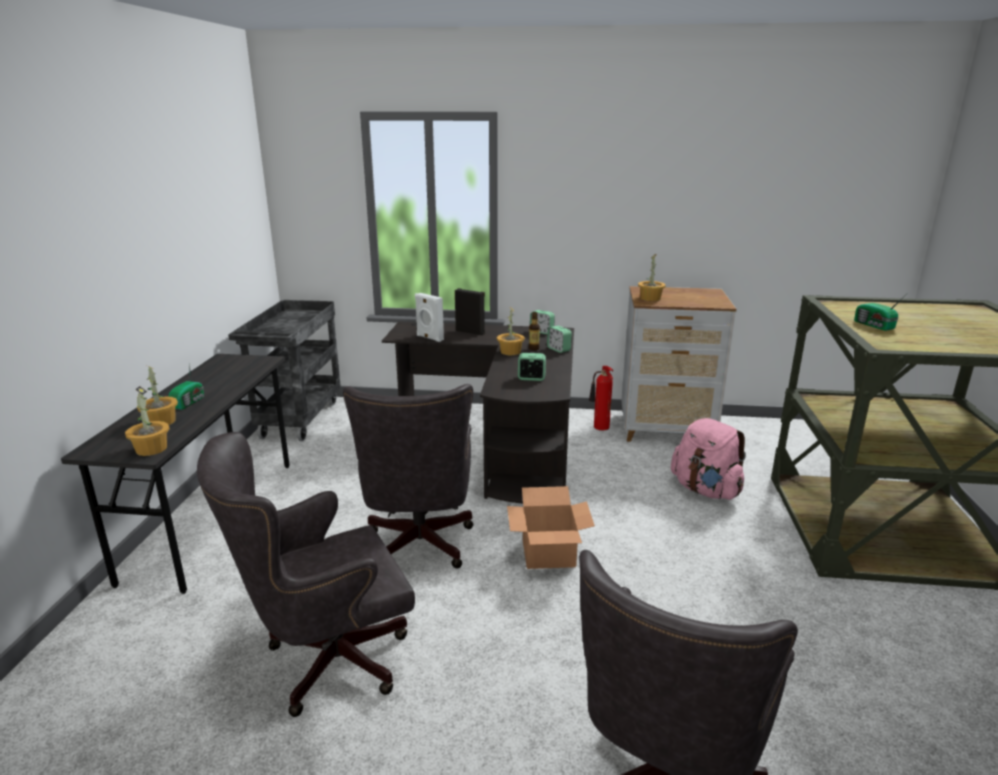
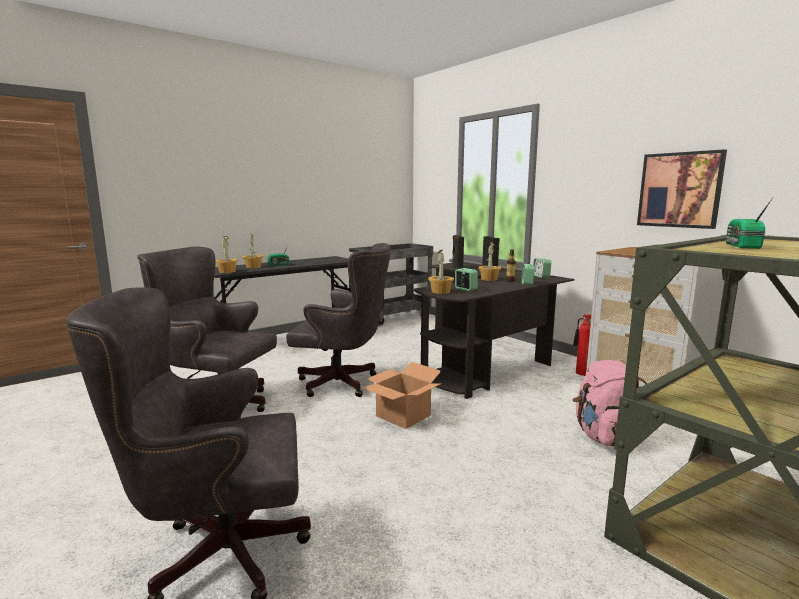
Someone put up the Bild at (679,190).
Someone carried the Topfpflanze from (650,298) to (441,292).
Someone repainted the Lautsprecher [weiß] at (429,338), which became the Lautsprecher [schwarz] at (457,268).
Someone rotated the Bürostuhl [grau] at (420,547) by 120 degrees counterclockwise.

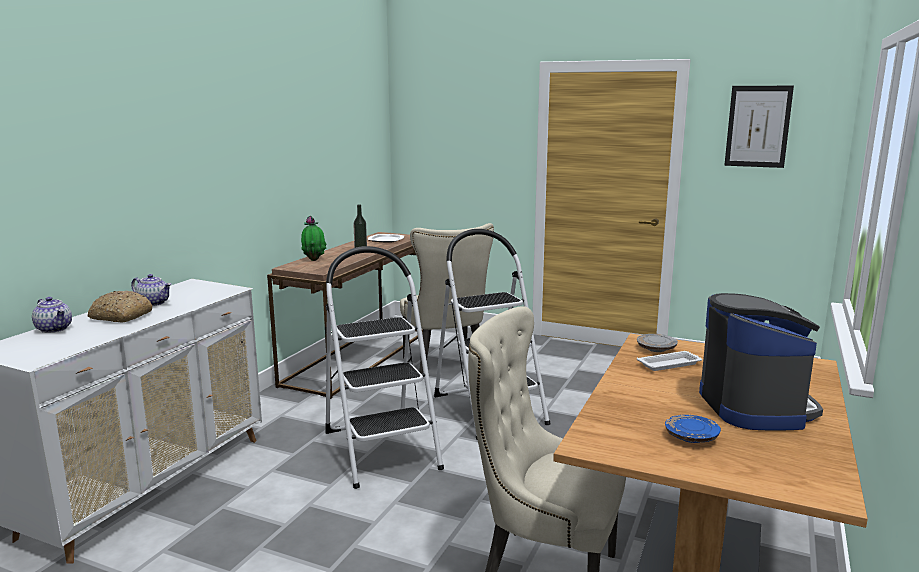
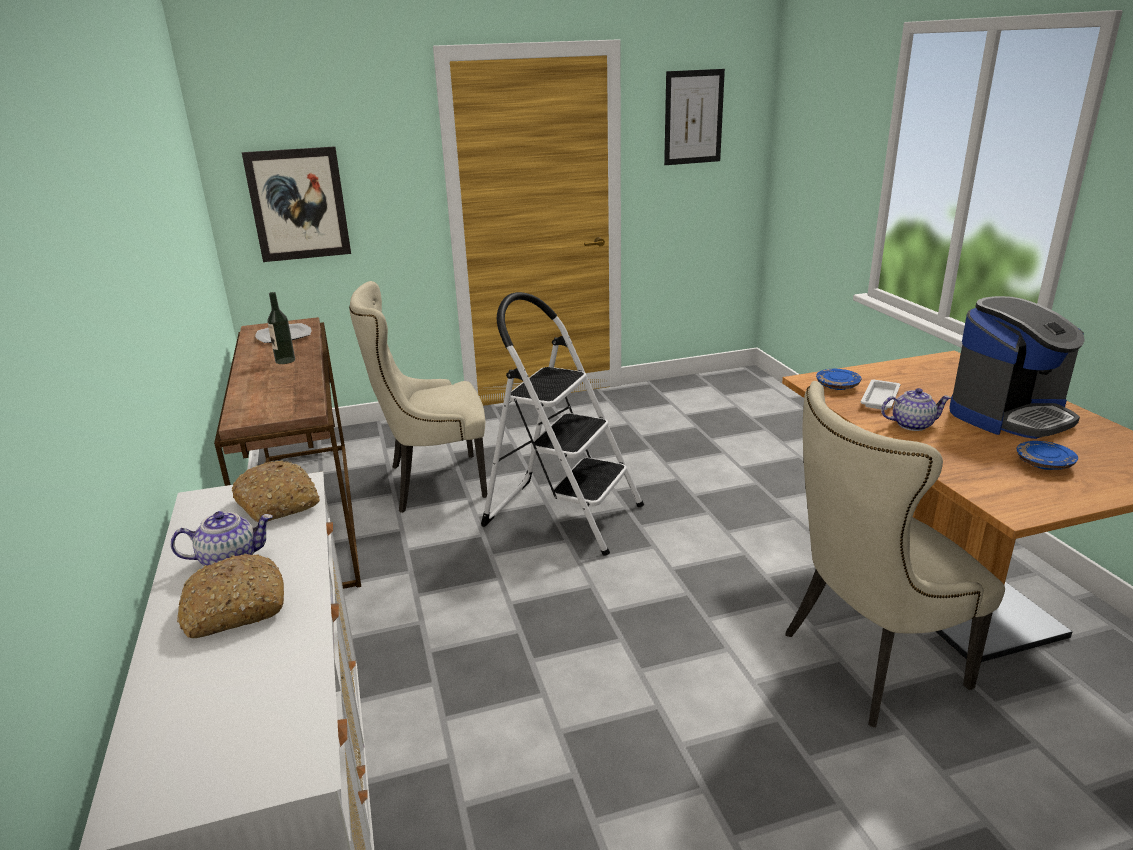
Someone took away the Topfpflanze at (314,260).
Someone took away the Trittleiter at (381,448).
Someone put down the Brot at (279,503).
Someone put up the Bild at (298,204).
Someone carried the Teekanne from (55,329) to (912,424).
Someone repainted the Teller [grau] at (656,349), which became the Teller [blau] at (837,386).
Someone rotated the Stuhl [beige] at (445,366) by 135 degrees clockwise.
Someone rotated the Kaffeemaschine at (755,406) by 105 degrees clockwise.

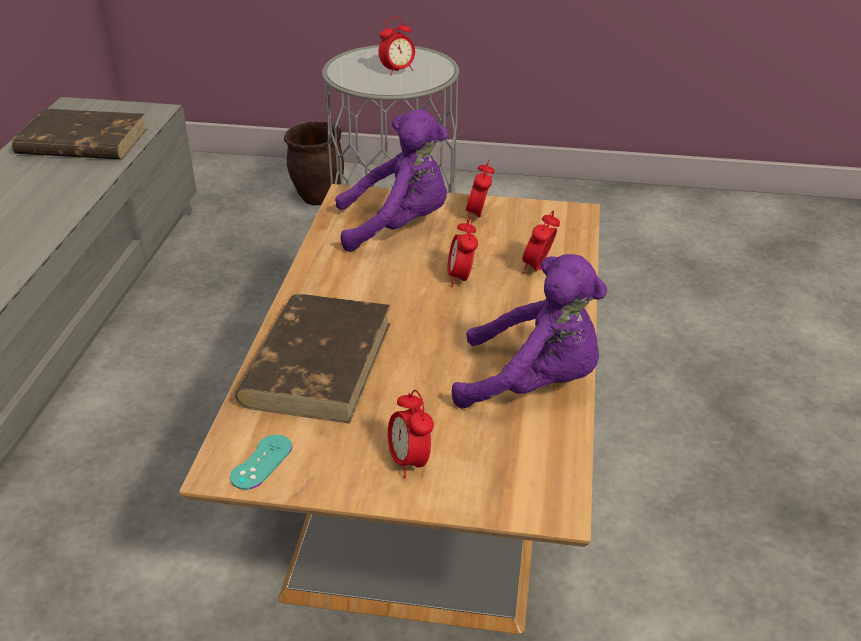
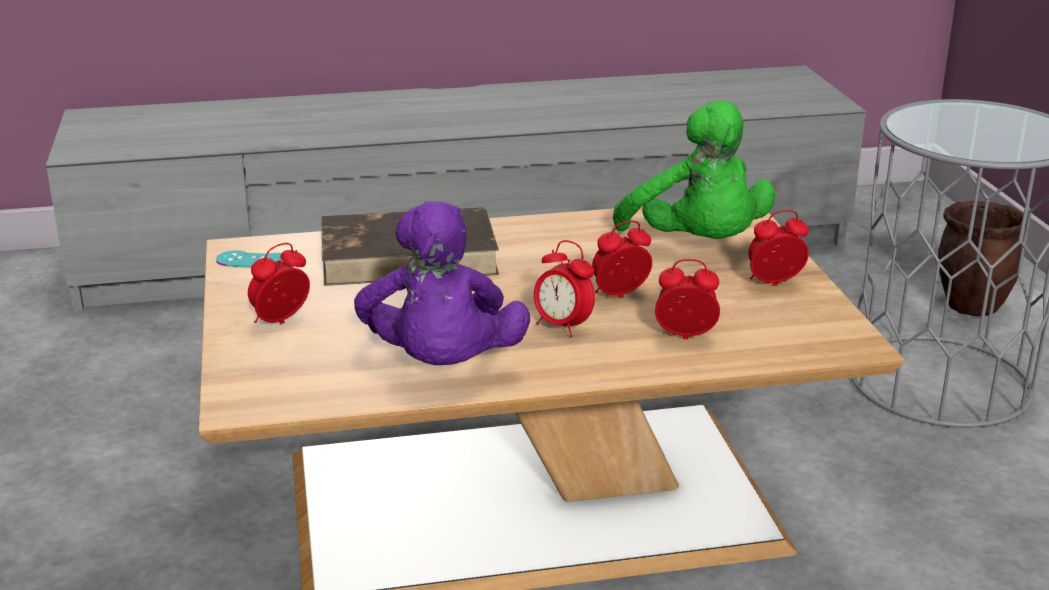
Someone took away the Buch [braun] at (81,142).
Someone carried the Wecker from (397,71) to (562,327).
Someone repainted the Plüschtier [lila] at (398,226), which became the Plüschtier [grün] at (697,245).

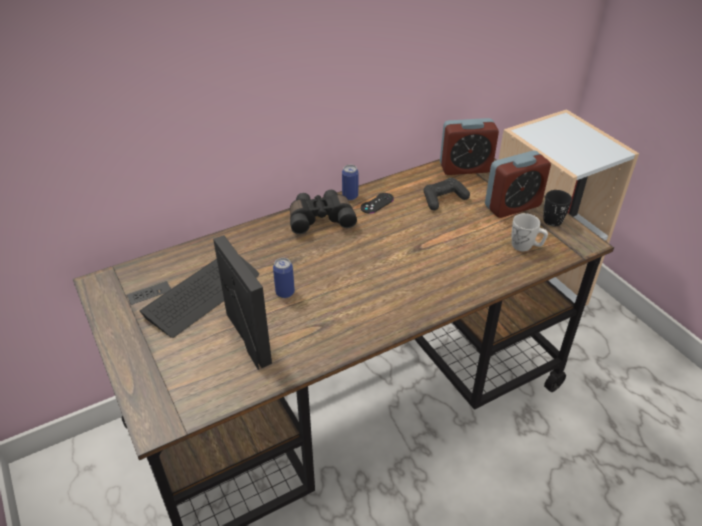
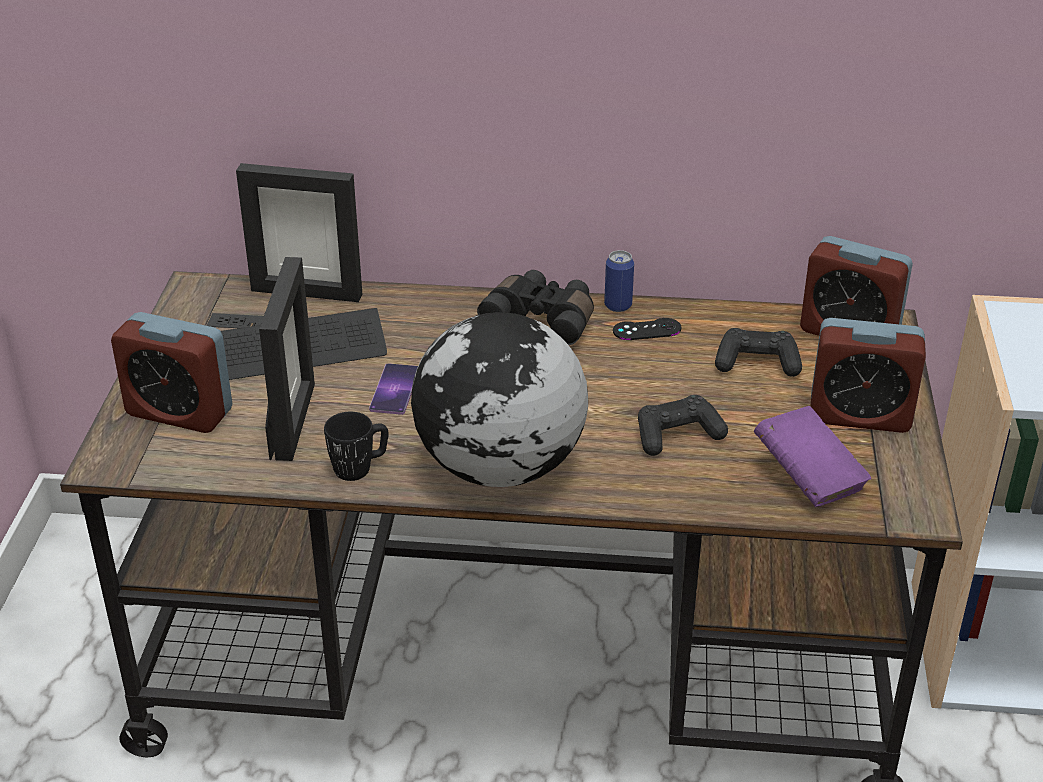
Someone put down the Wecker at (179,412).
Someone put down the Bilderrahmen at (307,291).
Someone put down the Globus at (499,468).
Someone put down the Gamepad [schwarz] at (677,435).
Someone carried the Henkelbecher [schwarz] from (553,218) to (359,467).
Someone swapped the Dose at (285,292) for the Handy at (394,389).
Someone swapped the Henkelbecher [weiß] at (526,246) for the Buch [lila] at (808,478).

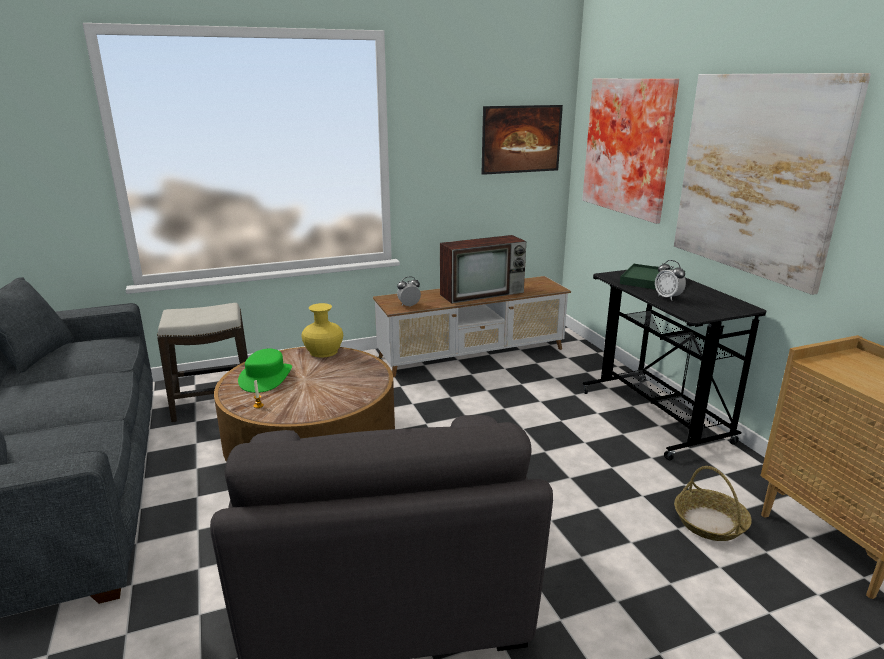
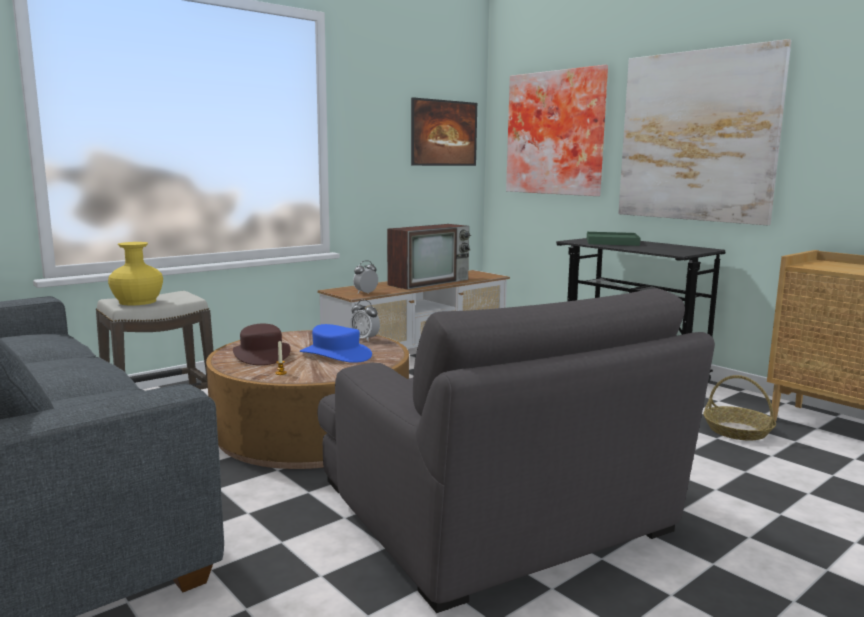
Someone put down the Hut [blau] at (336,354).
Someone carried the Vase [gelb] from (323,351) to (137,301).
Someone carried the Wecker from (668,297) to (365,339).
Someone repainted the Hut [grün] at (265,377), which became the Hut [braun] at (261,355).

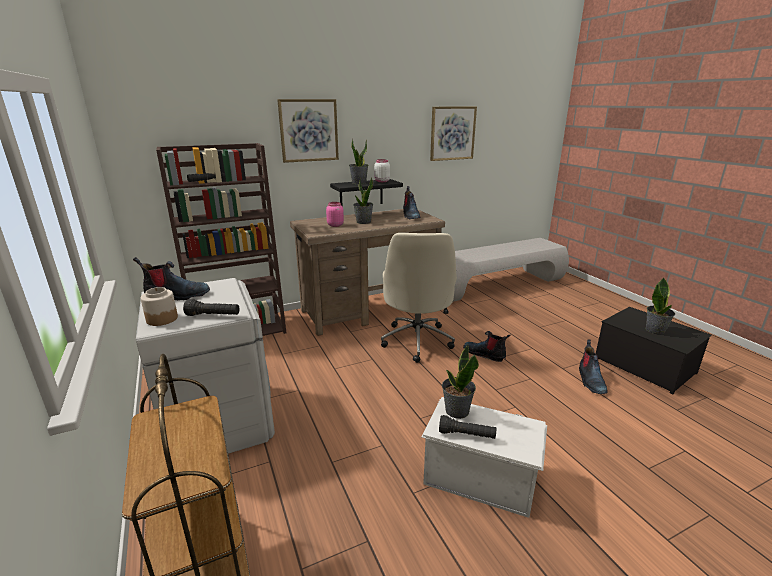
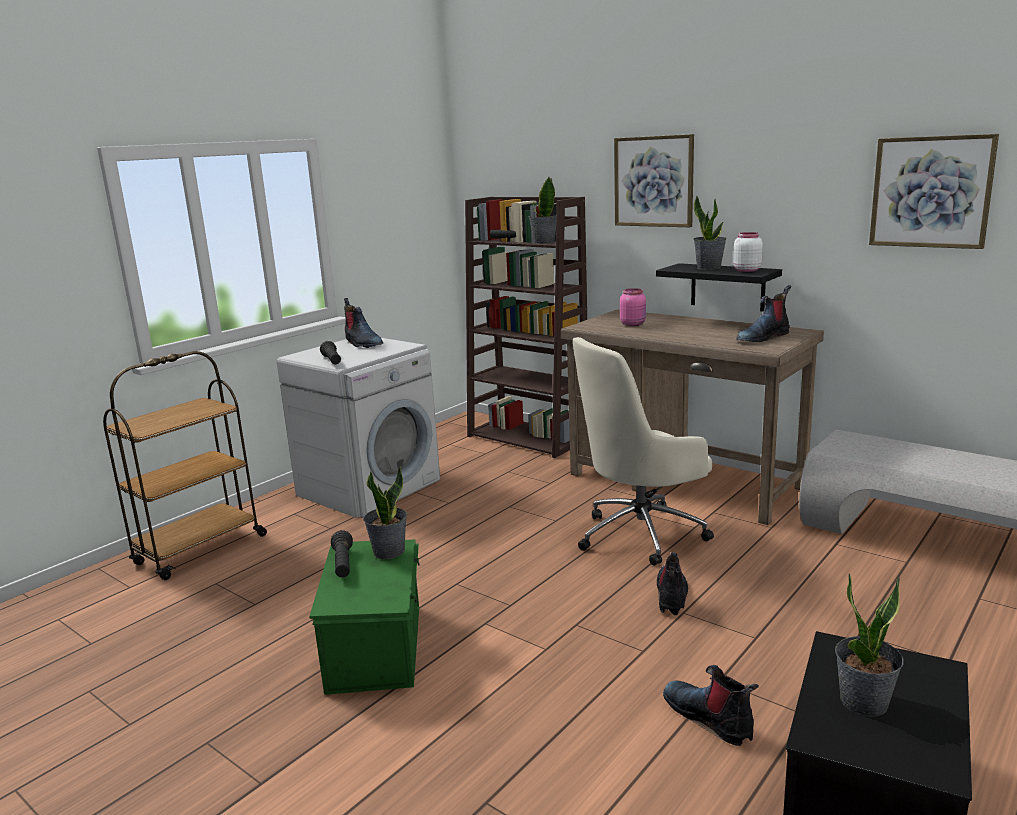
Someone took away the Vorratsglas at (162,319).
Someone carried the Topfpflanze from (363,222) to (543,242).
Someone repainted the Aufbewahrungsbox [weiß] at (479,475), which became the Aufbewahrungsbox [grün] at (377,647).
Someone rotated the Stiefel at (590,380) by 75 degrees clockwise.

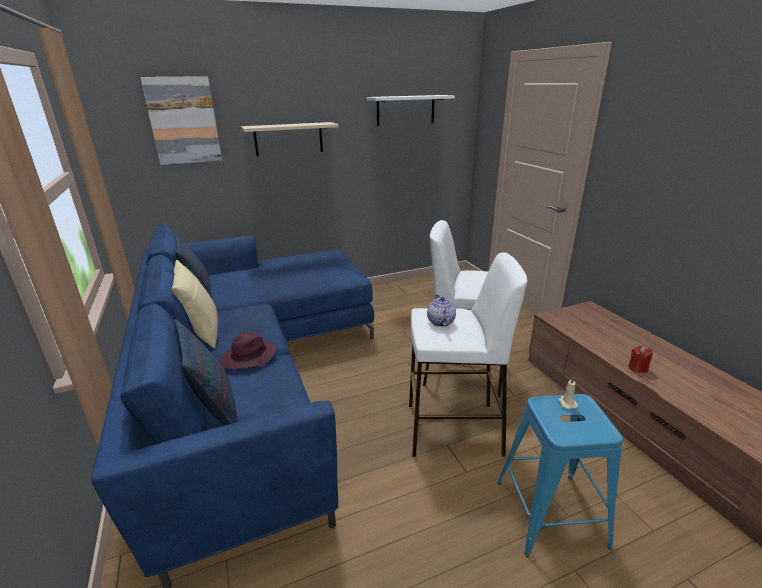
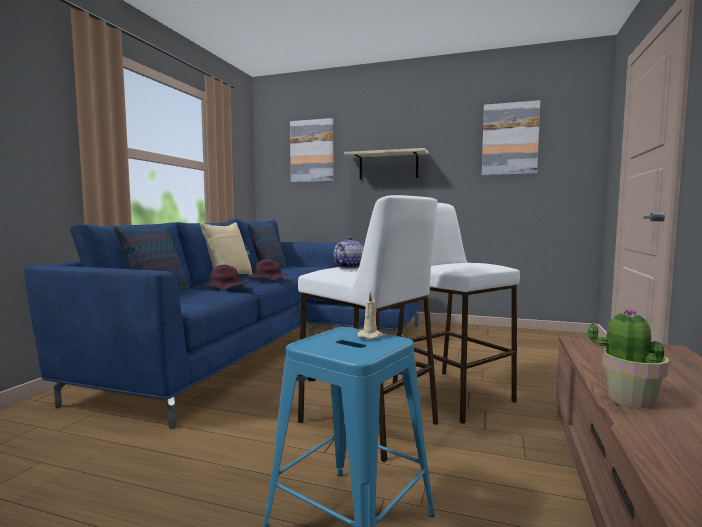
Someone put down the Hut [lila] at (267,279).
Someone swapped the Wandregal [weiß] at (405,110) for the Bild at (510,139).
Someone swapped the Kerze [rot] at (637,368) for the Topfpflanze at (630,399).

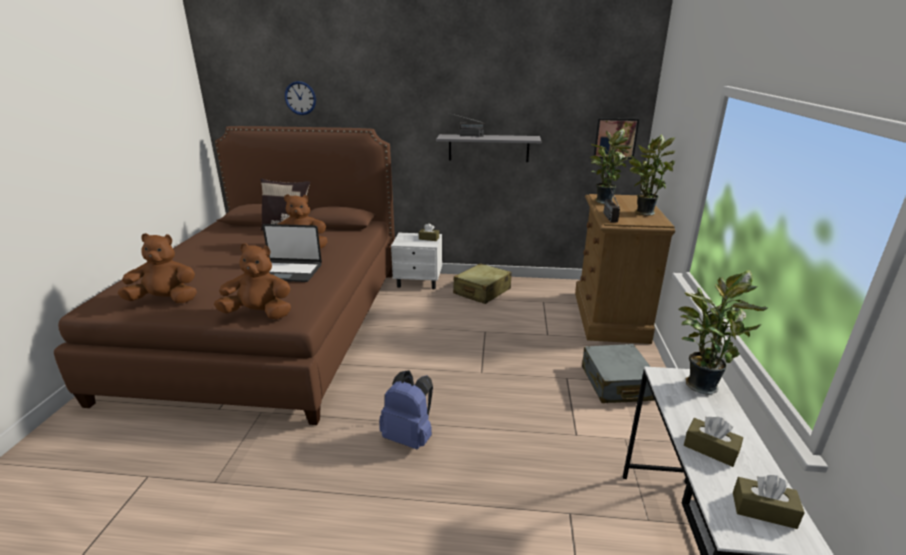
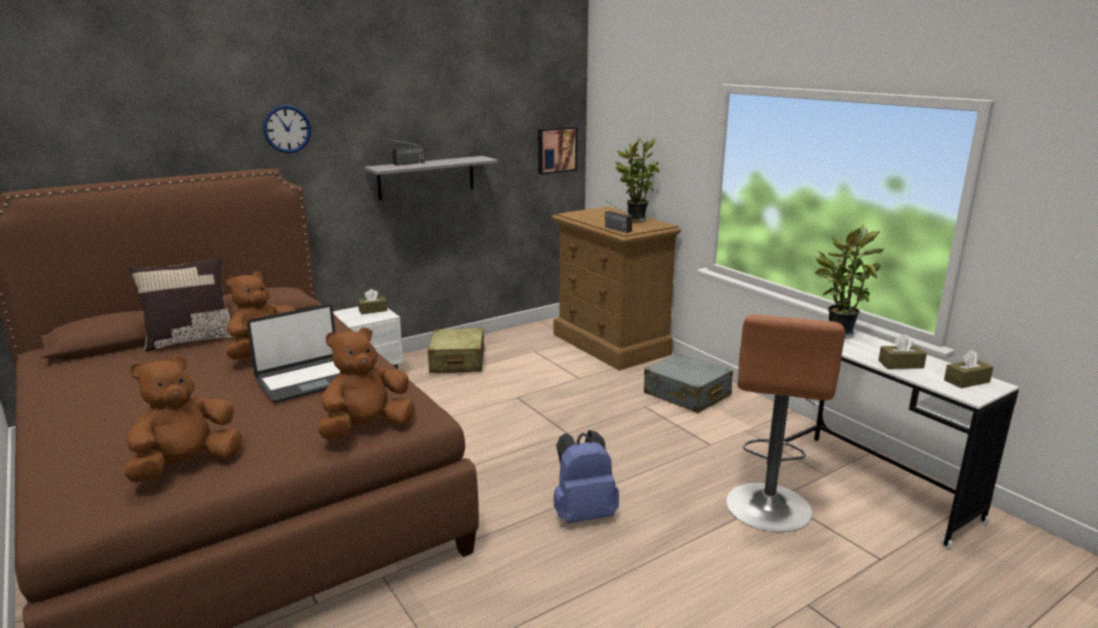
Someone took away the Topfpflanze at (603,201).
Someone put down the Hocker [braun] at (767,507).
Someone carried the Wanduhr from (300,98) to (287,129).

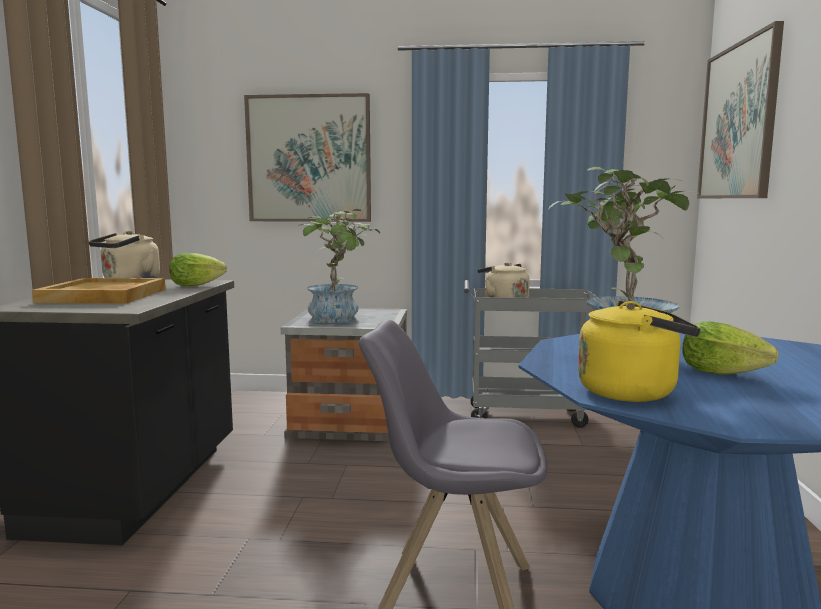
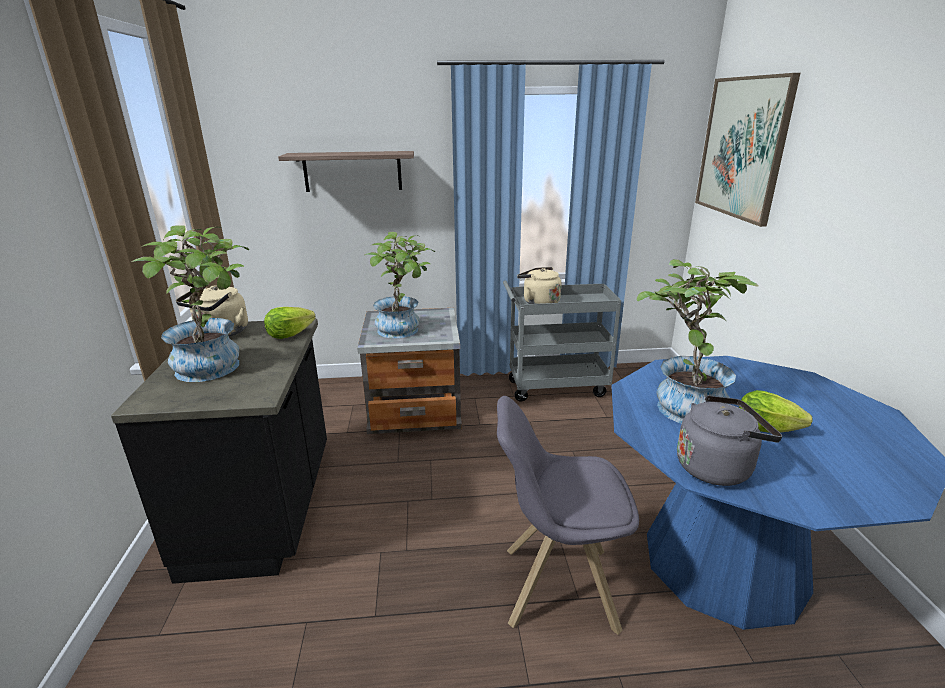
Someone swapped the Tablett [beige] at (104,296) for the Topfpflanze at (217,368).
Someone swapped the Bild at (309,159) for the Wandregal at (352,171).
Someone repainted the Wasserkessel [gelb] at (632,392), which became the Wasserkessel [grau] at (717,467).

